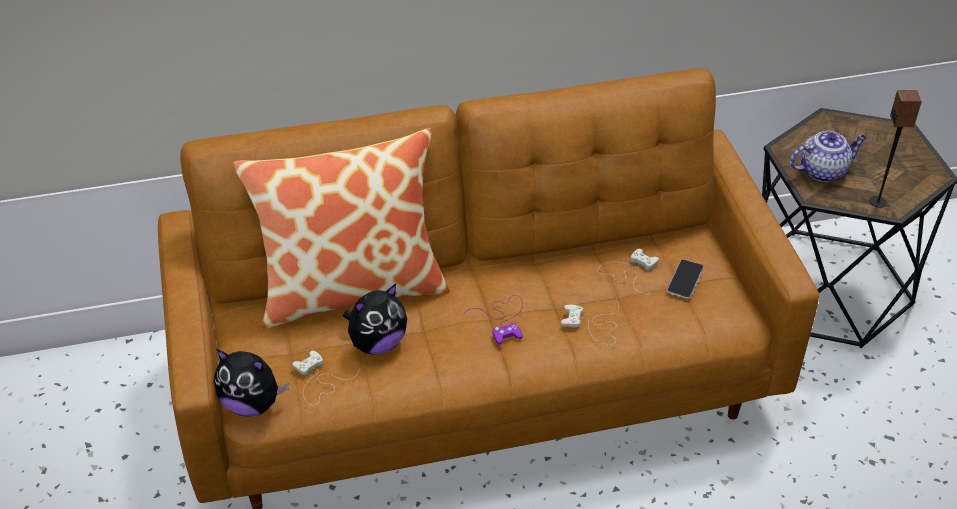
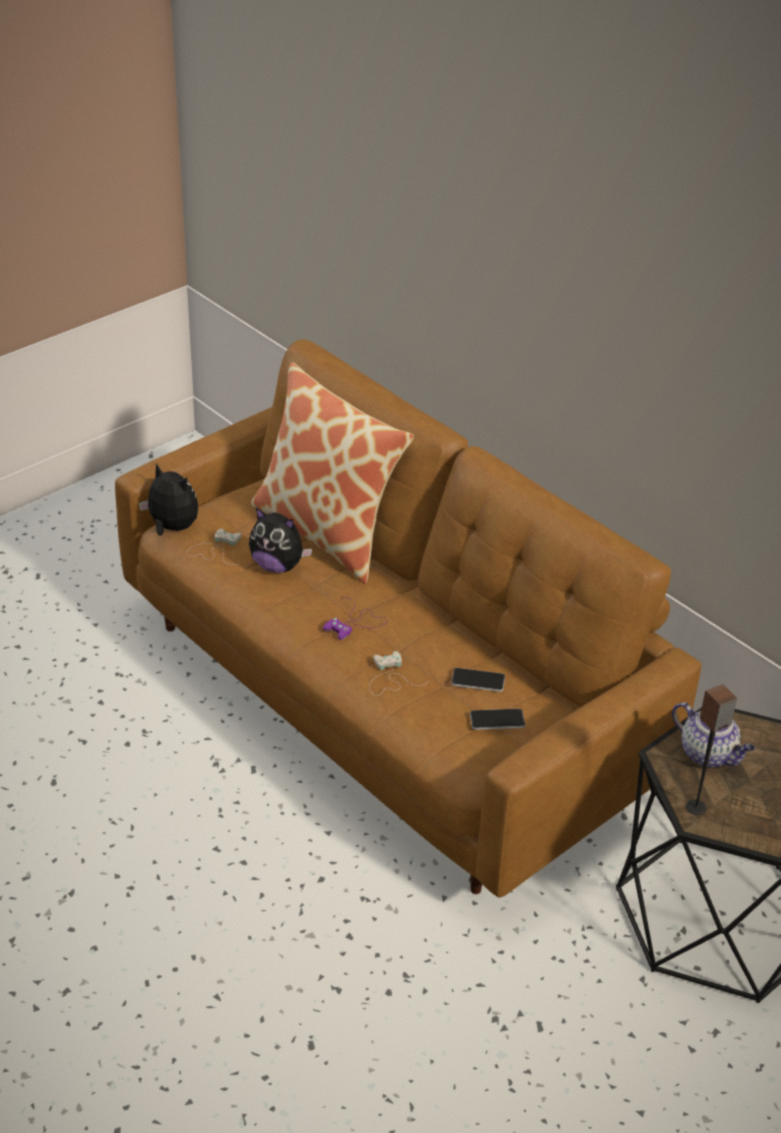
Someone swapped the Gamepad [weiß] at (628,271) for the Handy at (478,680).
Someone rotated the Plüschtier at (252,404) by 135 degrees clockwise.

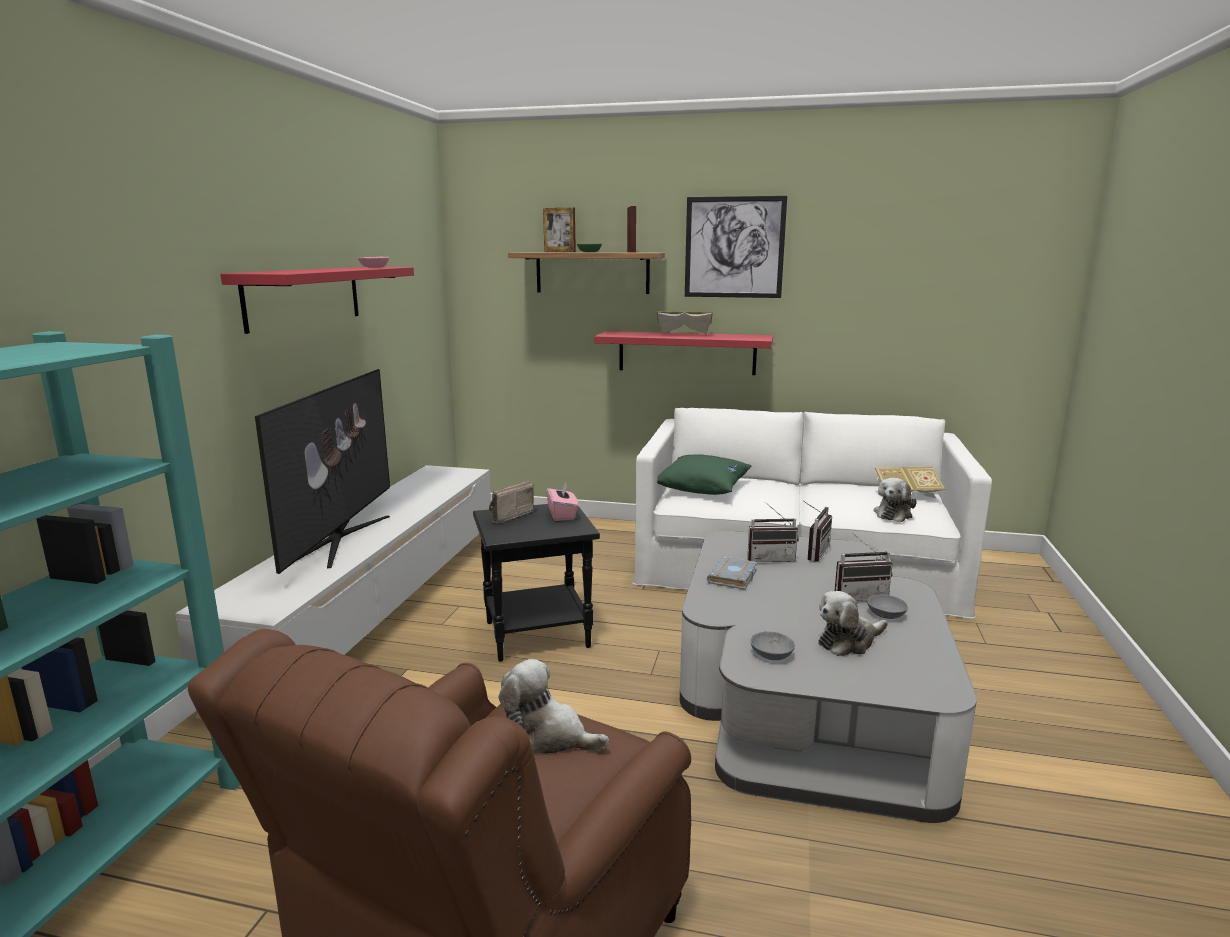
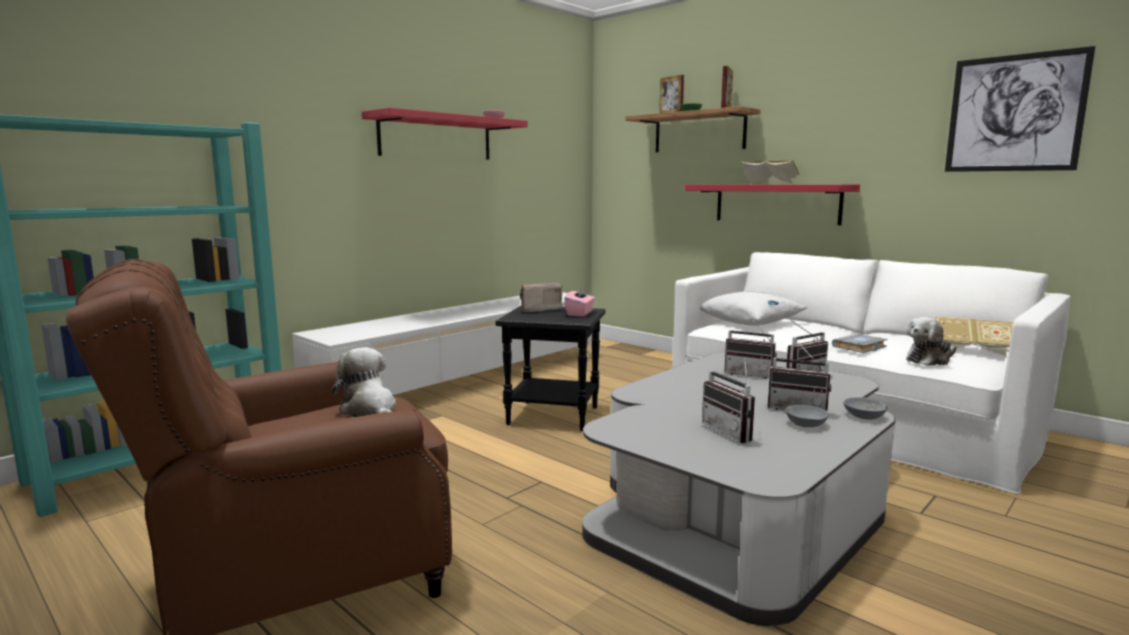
Someone took away the Fernseher at (340,539).
Someone carried the Bild from (734,247) to (1014,113).
Someone carried the Buch [grau] from (734,578) to (860,347).
Someone carried the Schüssel [grau] from (770,654) to (862,416).
Someone swapped the Plüschtier at (848,641) for the Radio at (732,432).
Someone repainted the Kissen [grün] at (702,488), which became the Kissen [grau] at (749,322).

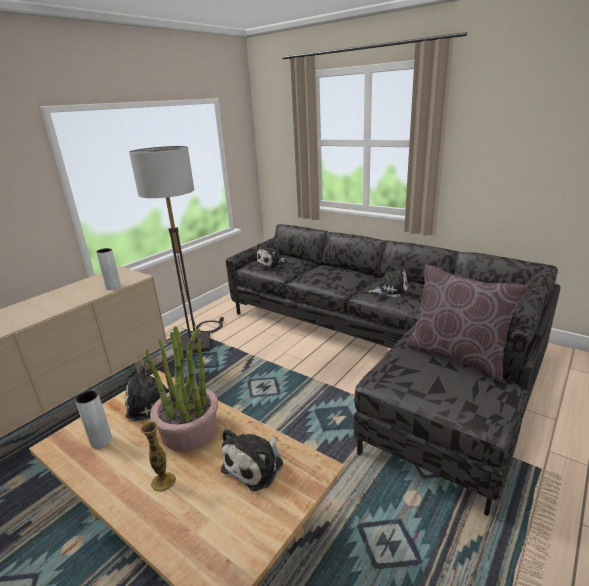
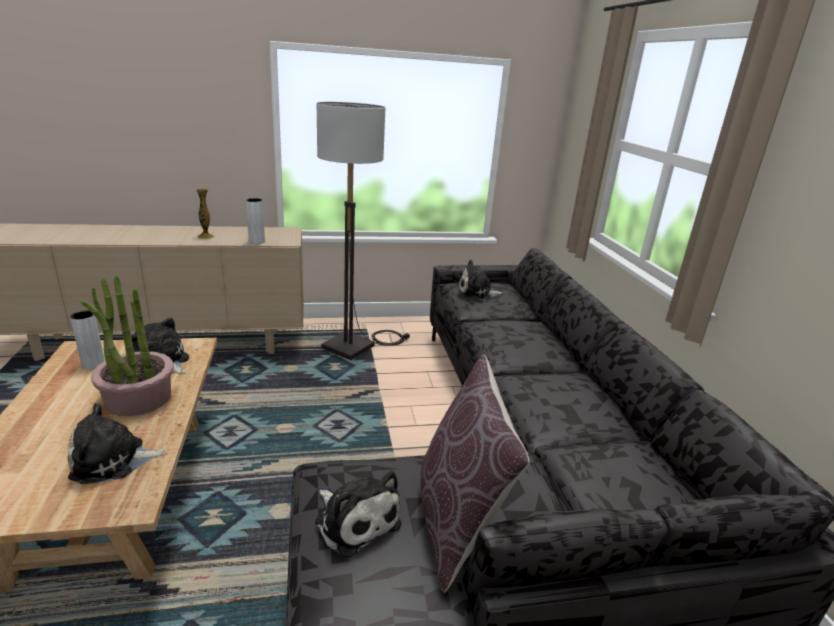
Someone carried the Vase from (163,481) to (206,236).
Someone carried the Plüschtier from (390,291) to (355,520).

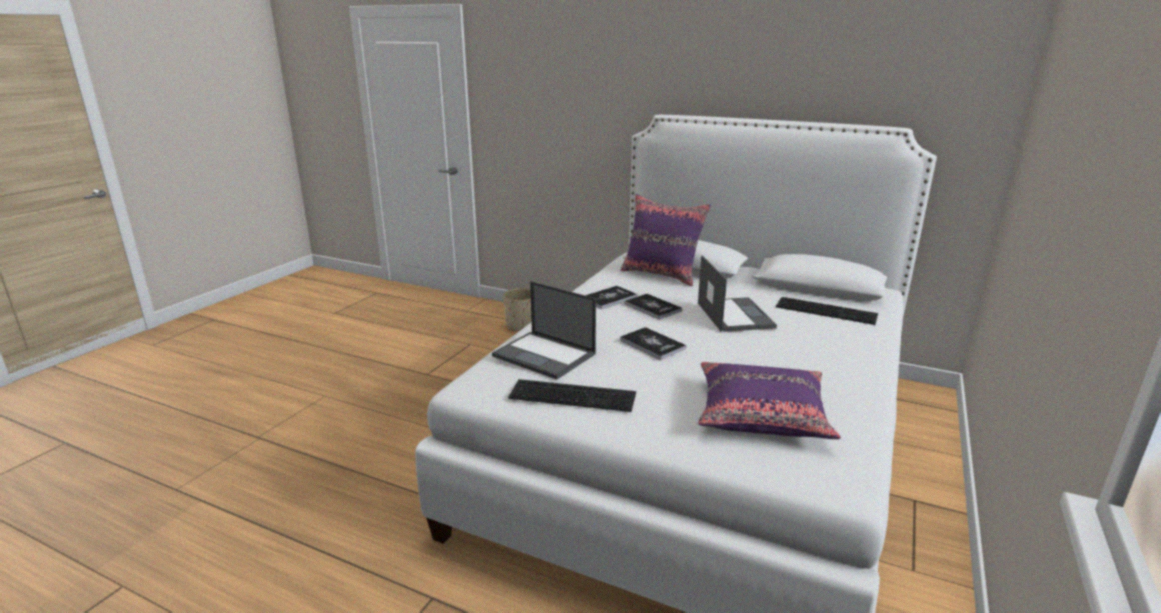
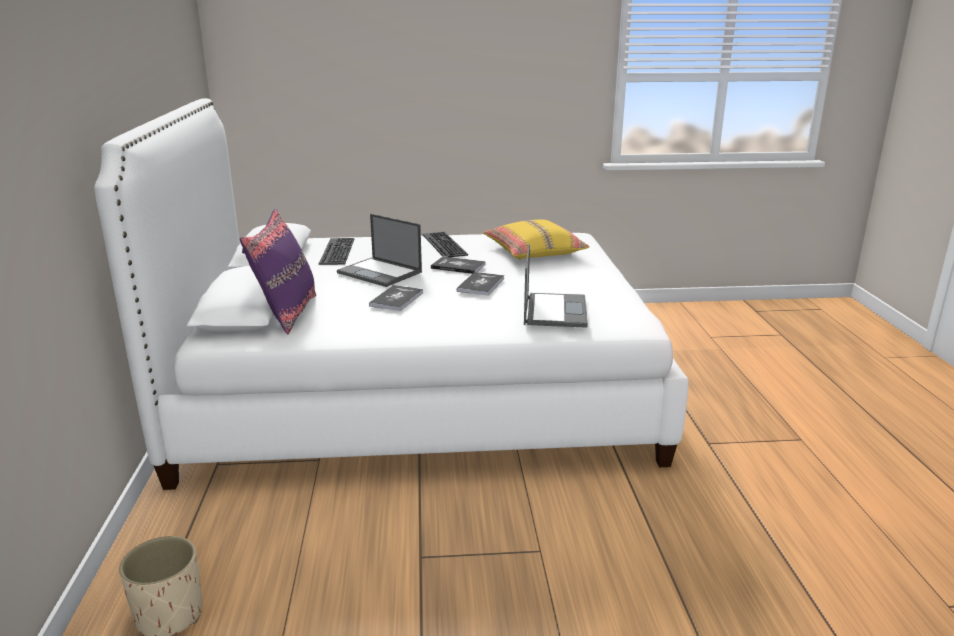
Someone carried the Tastatur from (574,394) to (442,244).
Someone carried the Buch from (609,298) to (458,266).
Someone repainted the Kissen [lila] at (762,414), which became the Kissen [gelb] at (534,251).
Someone rotated the Laptop at (734,315) by 105 degrees counterclockwise.

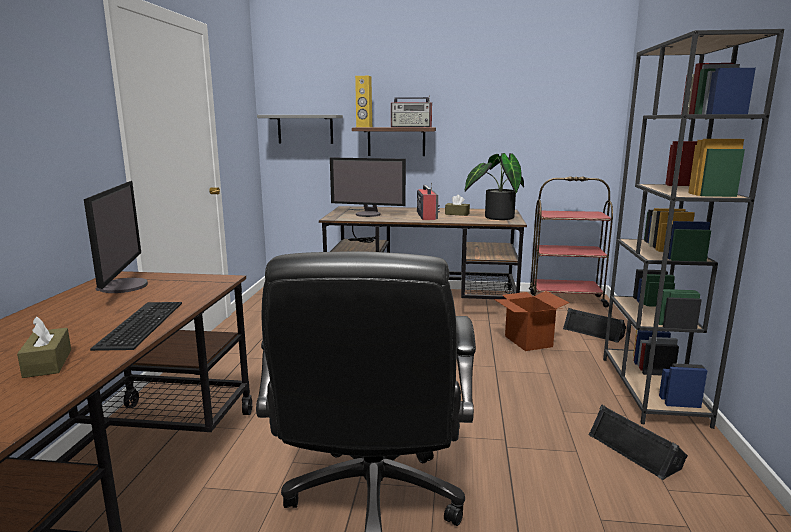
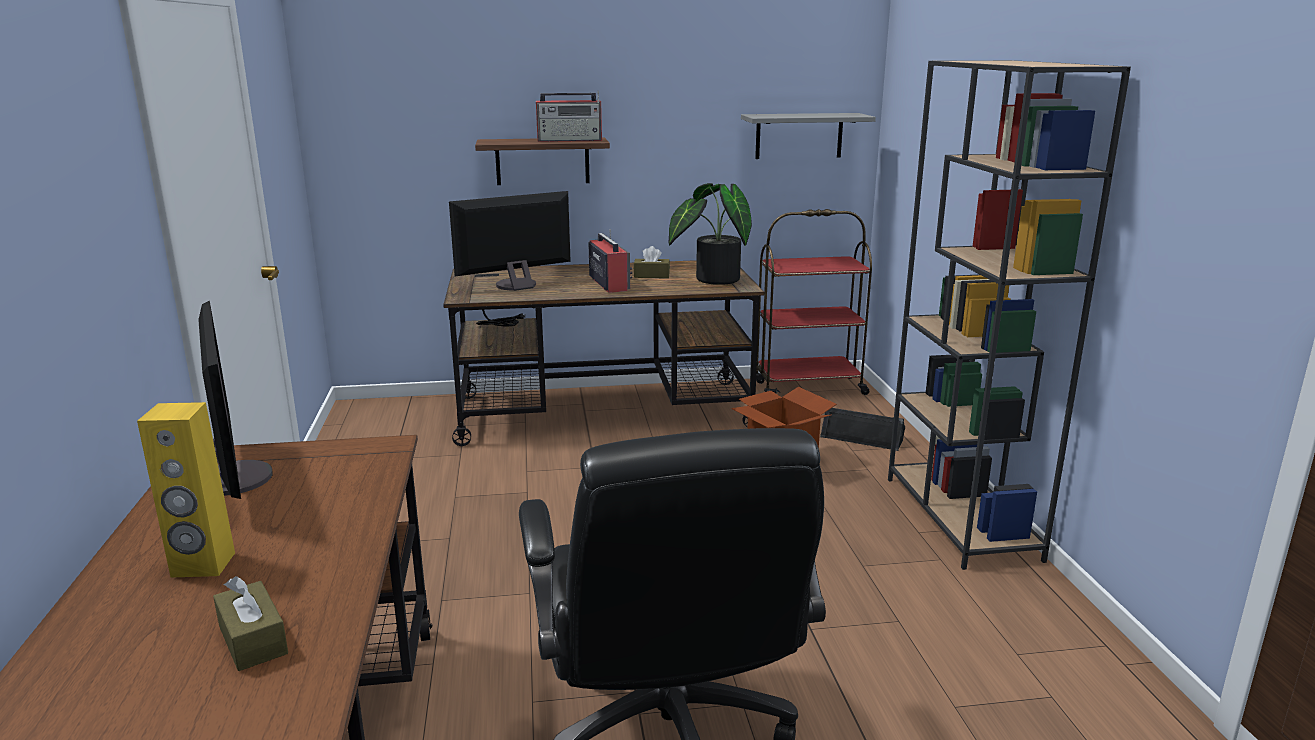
Someone took away the Tastatur at (139,323).
Someone took away the Lautsprecher [schwarz] at (635,450).
Someone carried the Wandregal [grau] from (305,129) to (799,136).
Someone carried the Lautsprecher [gelb] from (364,127) to (203,565).
Someone rotated the Monitor at (368,214) by 150 degrees clockwise.

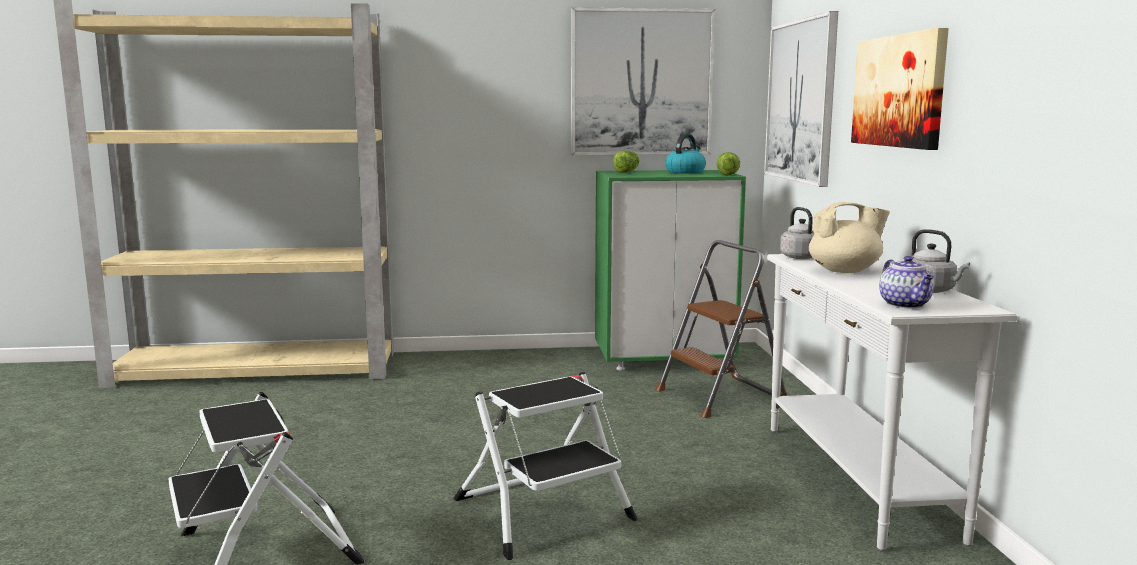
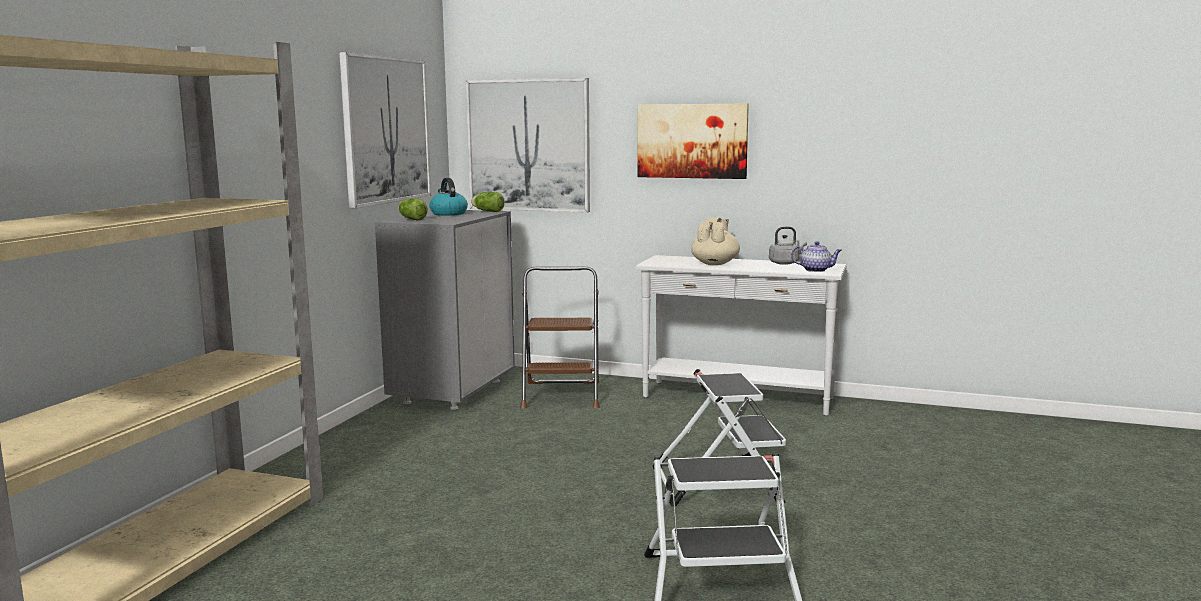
Someone took away the Wasserkessel [grau] at (802,258).
Someone repainted the Schrank [grün] at (664,359), which became the Schrank [grau] at (453,391).

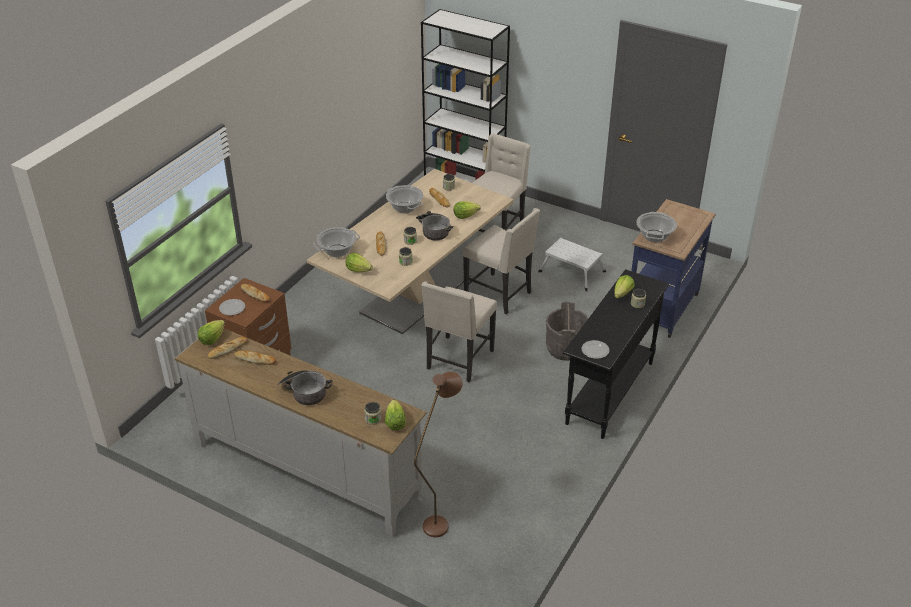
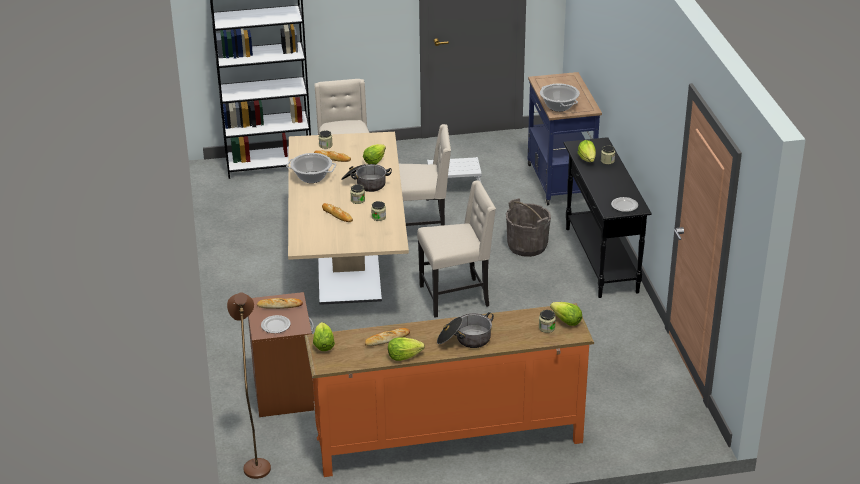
Someone took away the Brot at (227,349).
Someone took away the Kochtopf at (337,251).
Someone carried the Salatkopf from (358,270) to (404,356).
Someone carried the Stehlampe [braun] from (440,520) to (255,462).
Someone repainted the Schrank [grau] at (307,469), which became the Schrank [orange] at (448,439).
Someone rotated the Stuhl [beige] at (458,360) by 90 degrees counterclockwise.

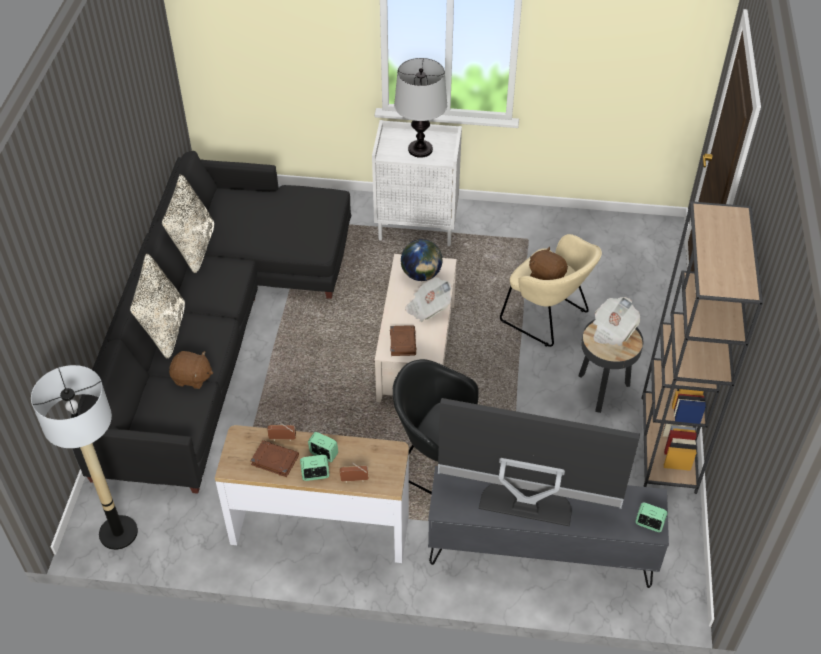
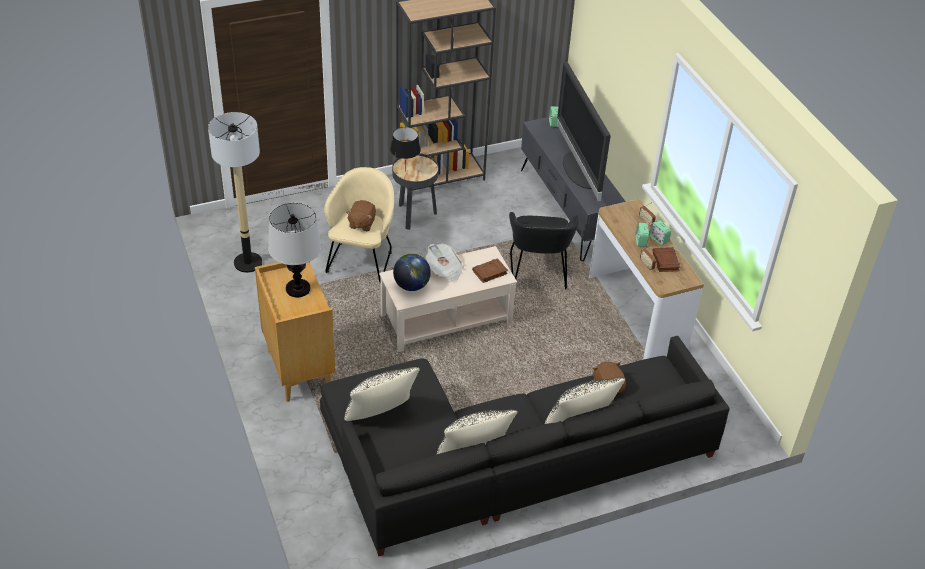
Someone put down the Kissen [beige] at (380,417).
Someone carried the Stehlampe from (119,533) to (248,263).
Someone swapped the Zeitung at (612,330) for the Tischlampe [schwarz] at (405,171).
Someone repainted the Schrank [weiß] at (417,228), which became the Schrank [braun] at (299,369).

